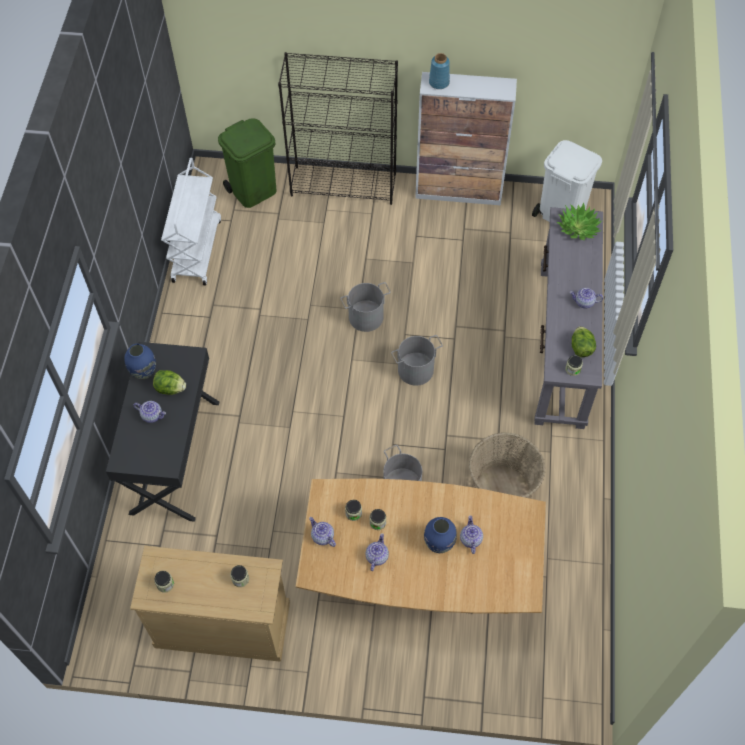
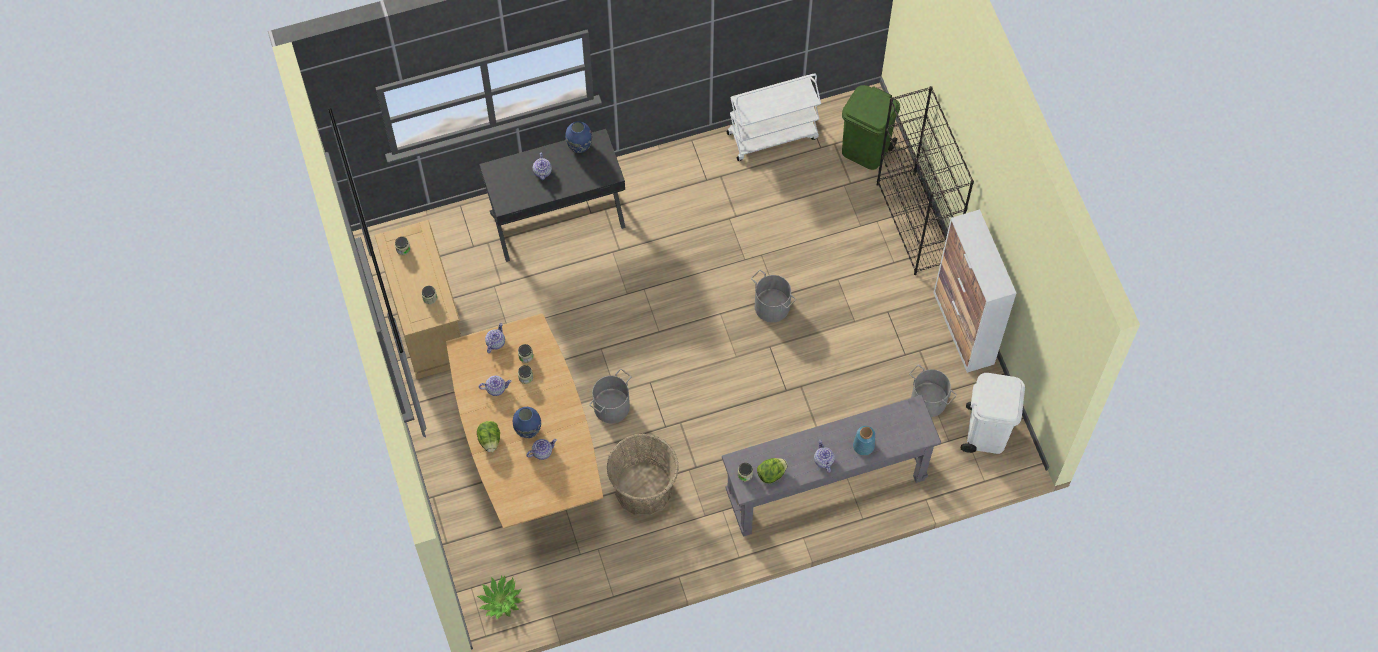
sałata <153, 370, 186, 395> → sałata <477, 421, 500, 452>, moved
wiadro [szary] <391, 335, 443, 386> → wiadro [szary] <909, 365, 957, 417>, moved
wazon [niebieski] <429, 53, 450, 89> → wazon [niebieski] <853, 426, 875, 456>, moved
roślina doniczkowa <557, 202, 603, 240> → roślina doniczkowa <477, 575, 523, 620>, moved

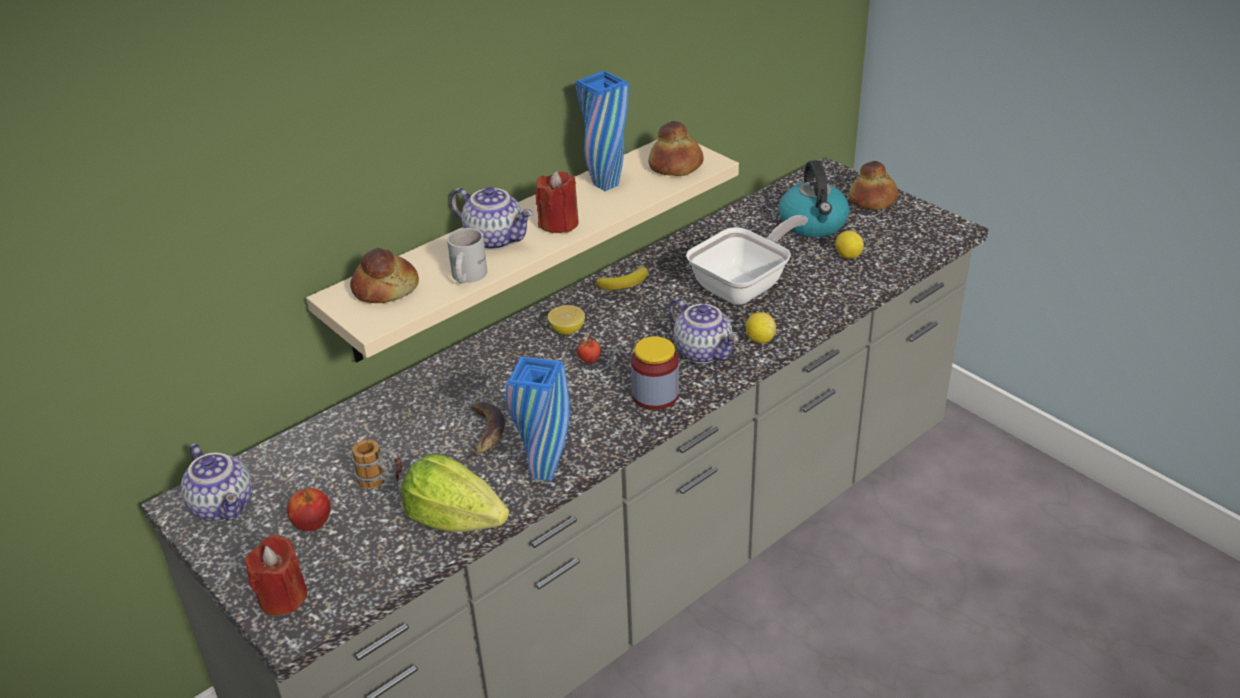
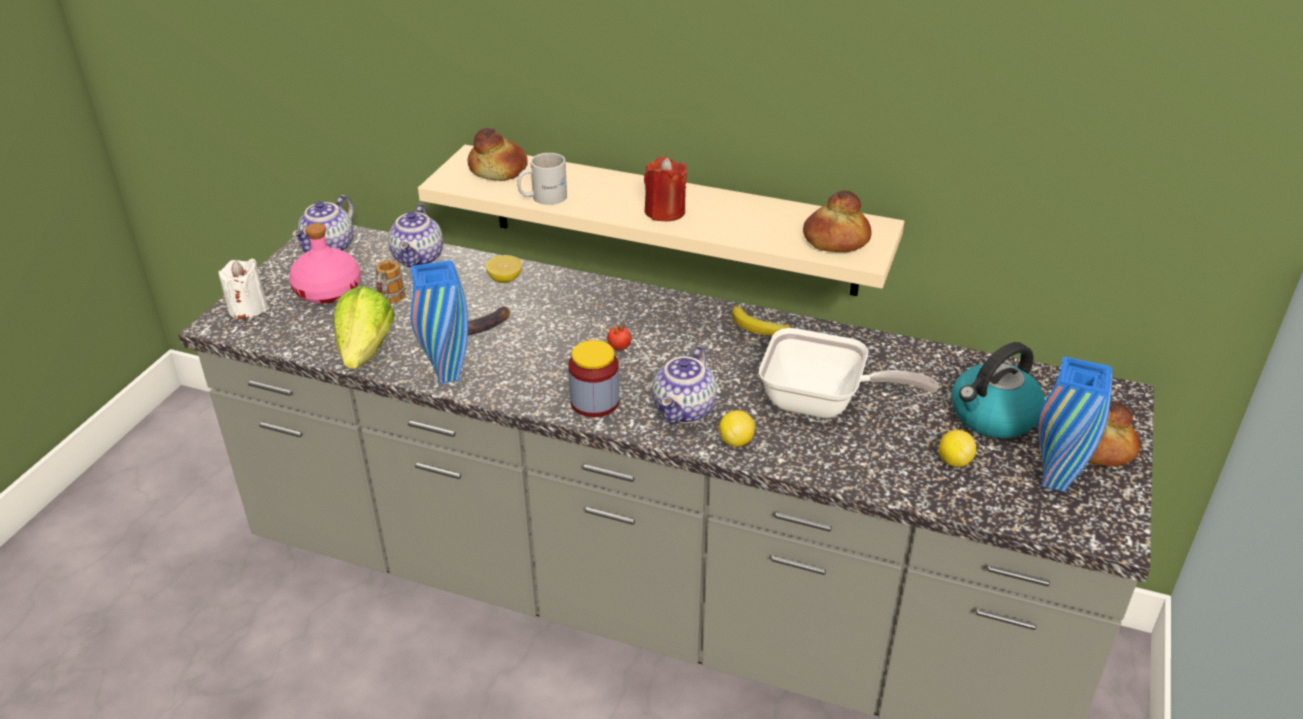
świeca [czerwony] <245, 535, 307, 616> → świeca [biały] <219, 259, 268, 319>
jabłko <287, 488, 331, 531> → butelka [różowy] <289, 223, 361, 304>
imbryk <450, 187, 533, 250> → imbryk <388, 203, 443, 267>, moved
cytryna <548, 305, 585, 335> → cytryna <485, 255, 522, 283>, moved
wazon [niebieski] <574, 71, 629, 191> → wazon [niebieski] <1037, 357, 1112, 492>, moved

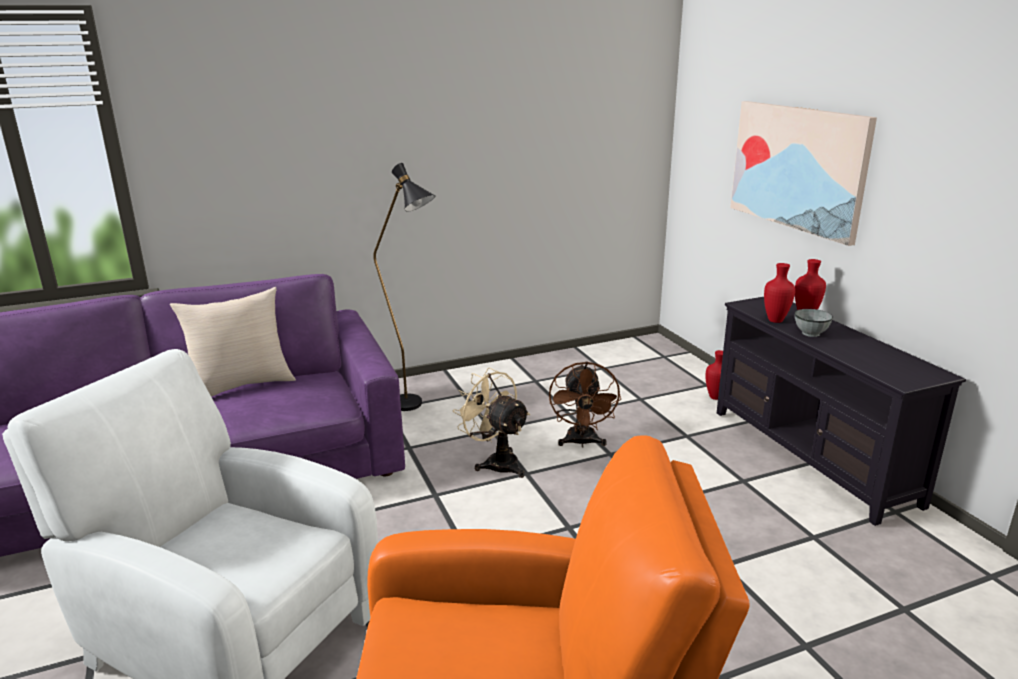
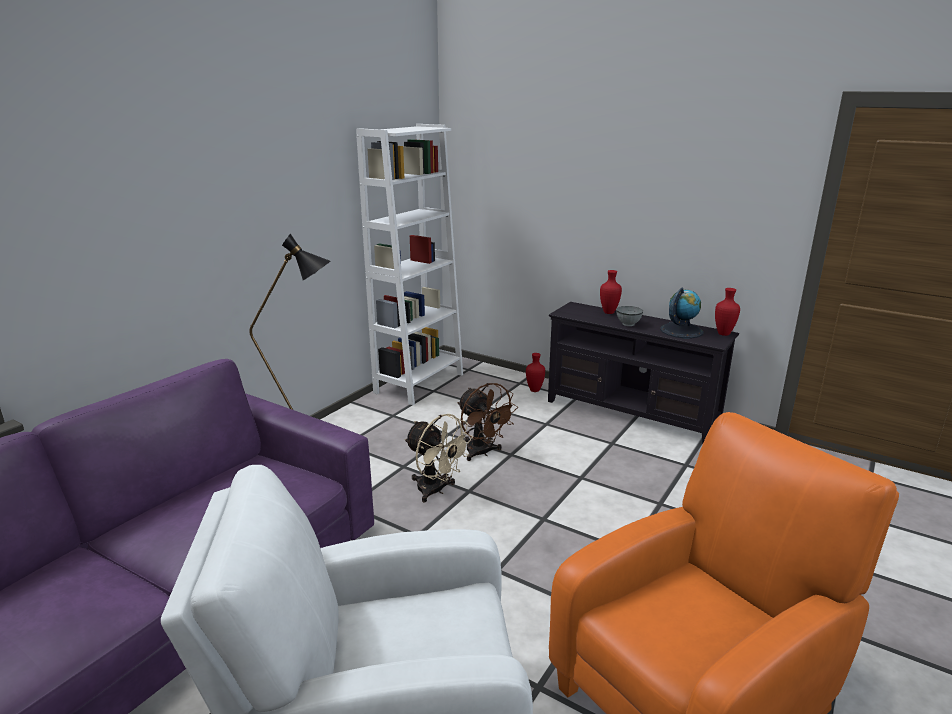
poduszka [beżowy] <170, 287, 296, 397> → -
wentylator [beżowy] <453, 368, 530, 478> → wentylator [beżowy] <404, 414, 473, 503>, 150 degrees counterclockwise
obraz <730, 101, 877, 246> → -
wazon [czerwony] <764, 263, 795, 323> → wazon [czerwony] <715, 288, 740, 336>, moved
- → regał [biały] <356, 124, 463, 405>
- → globus <660, 288, 704, 338>

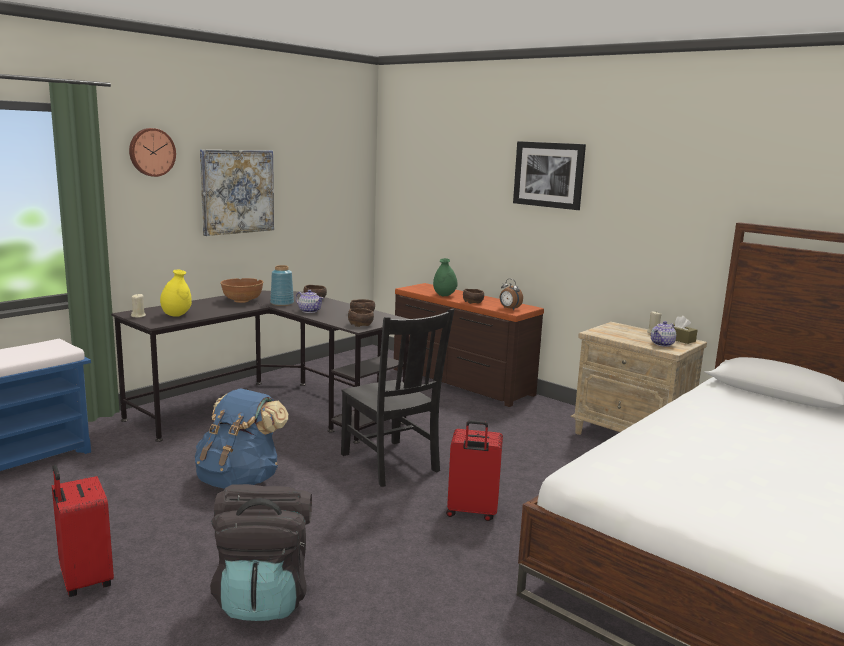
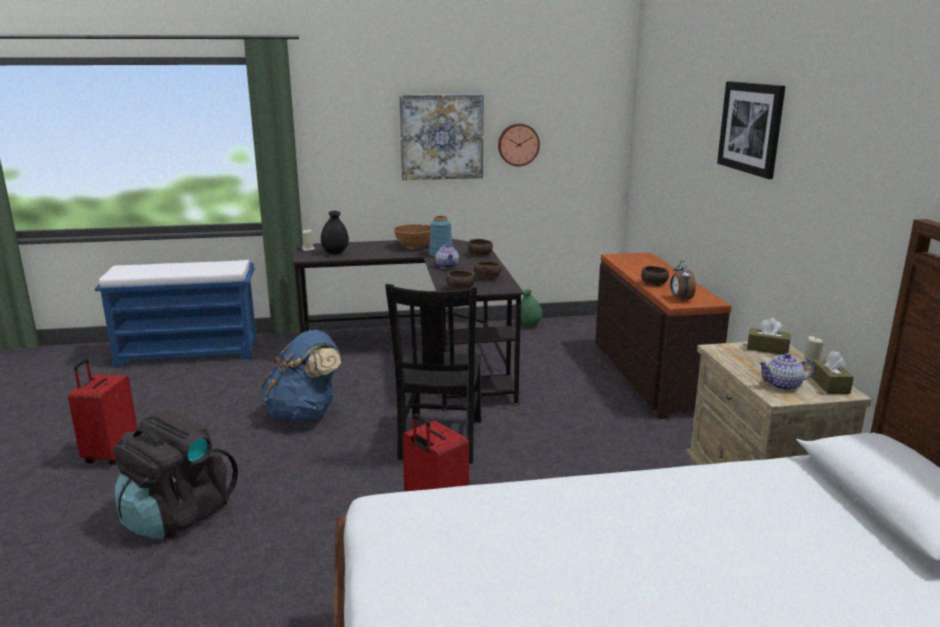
zegar ścienny <129, 128, 176, 177> → zegar ścienny <498, 123, 540, 166>, moved
wazon [żółty] <160, 270, 192, 317> → wazon [czarny] <321, 211, 349, 254>
wazon [zielony] <433, 258, 458, 296> → wazon [zielony] <520, 289, 543, 327>, moved
- → pudełko chusteczek [brązowy] <747, 318, 791, 355>

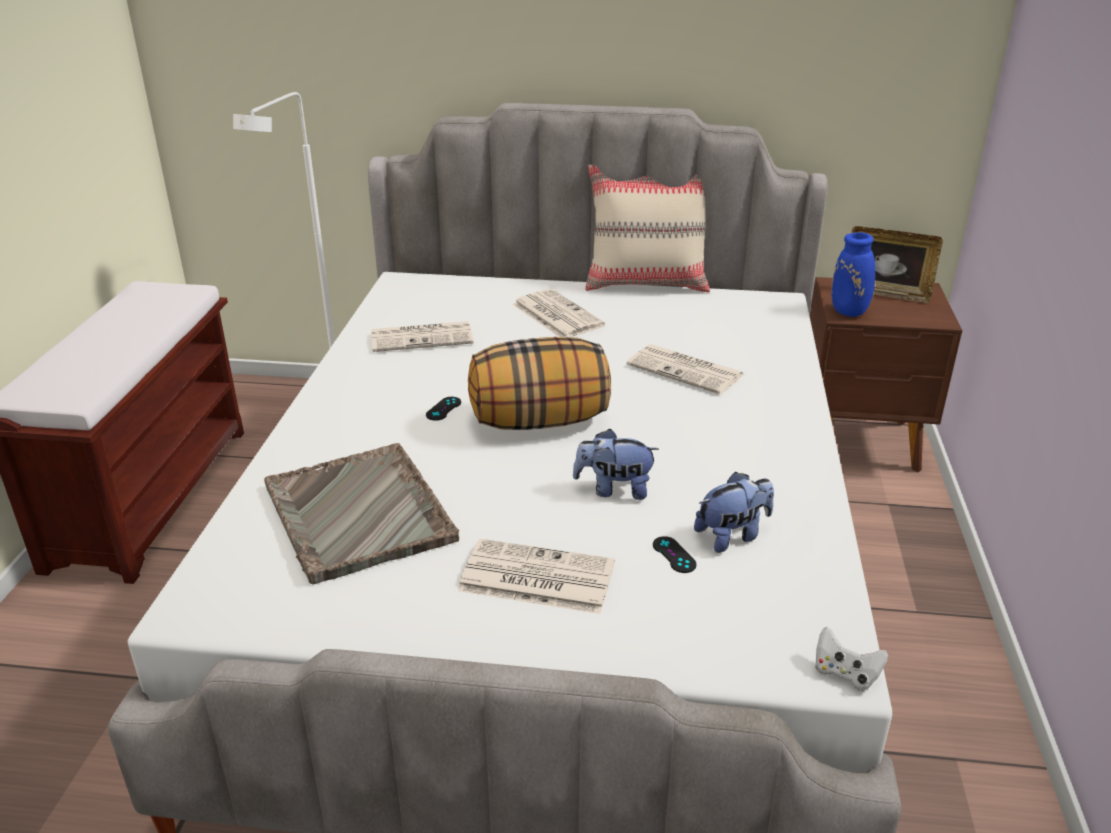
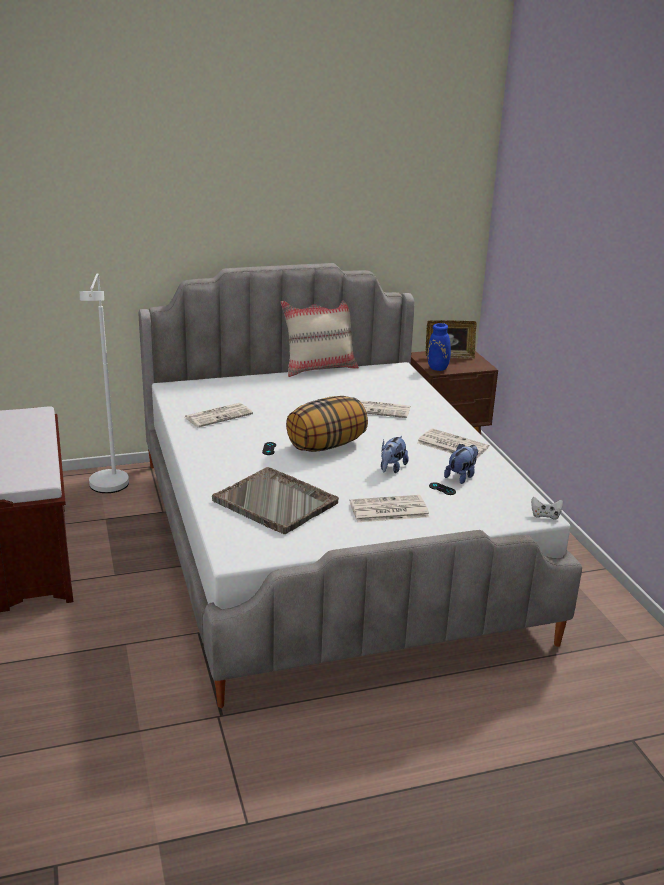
gazeta <512, 289, 605, 337> → gazeta <417, 428, 489, 458>, moved
pluszak <573, 429, 659, 500> → pluszak <381, 436, 409, 473>, 45 degrees counterclockwise

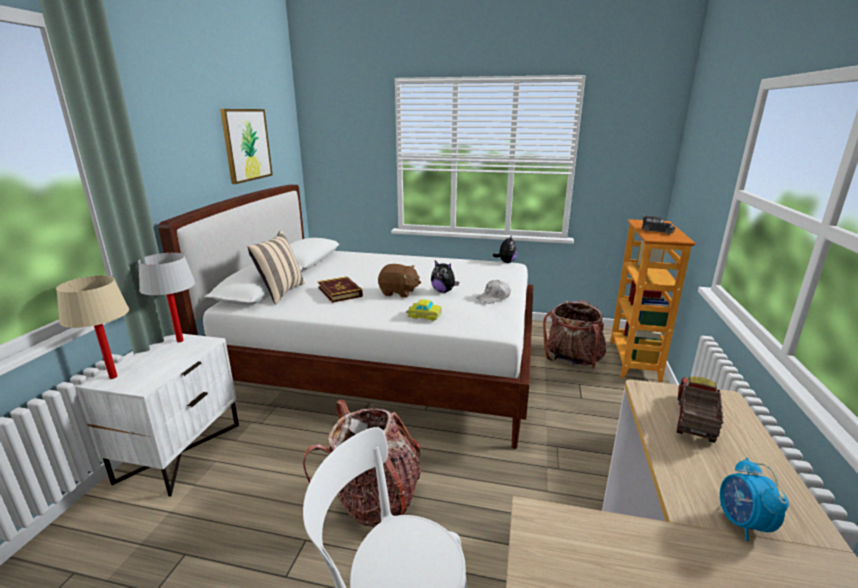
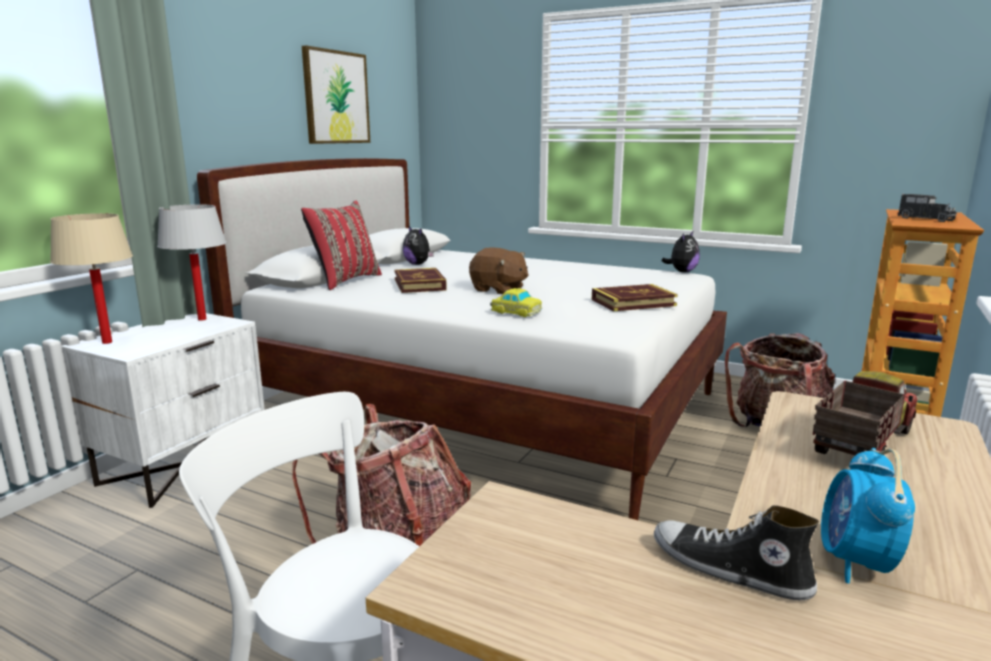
poduszka [beżowy] <248, 231, 305, 305> → poduszka [czerwony] <301, 201, 382, 290>
pluszak <431, 261, 459, 293> → pluszak <403, 225, 434, 265>, moved
czapka z daszkiem [biały] <476, 280, 511, 304> → książka <592, 284, 678, 311>
- → but <654, 505, 819, 600>

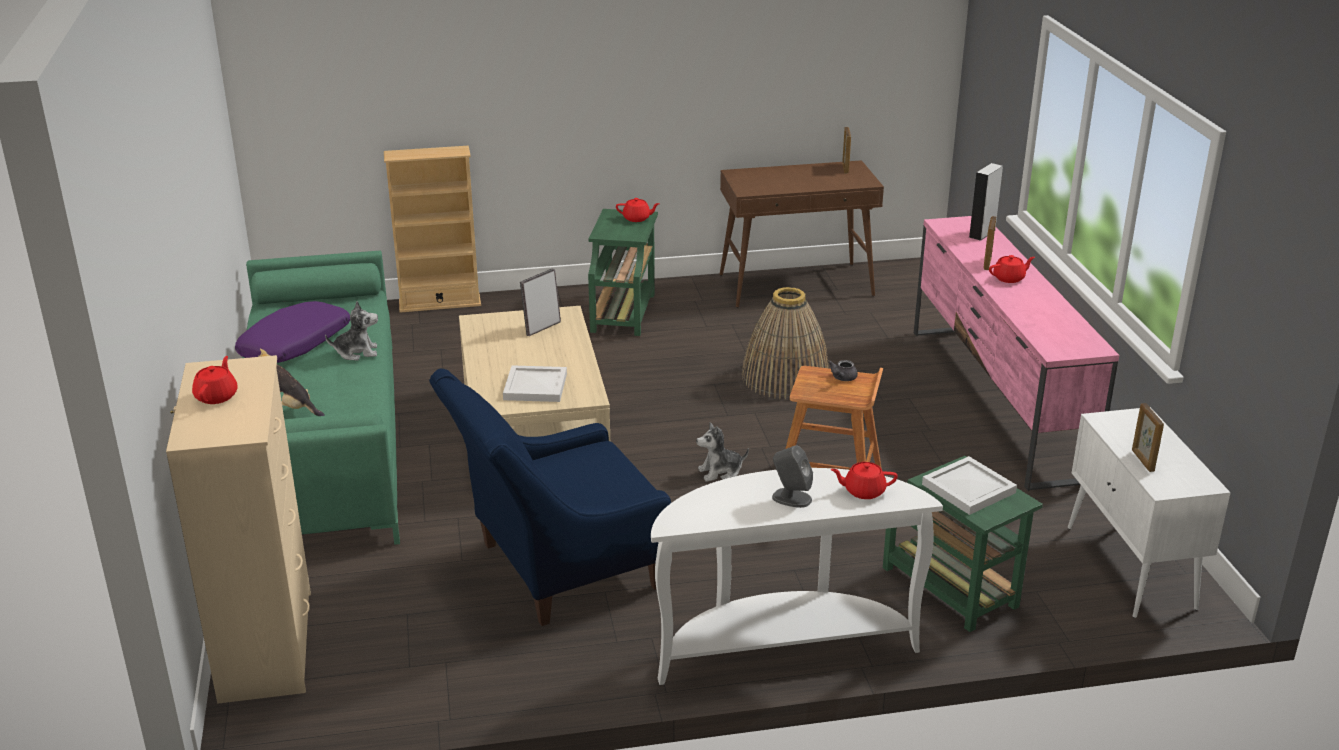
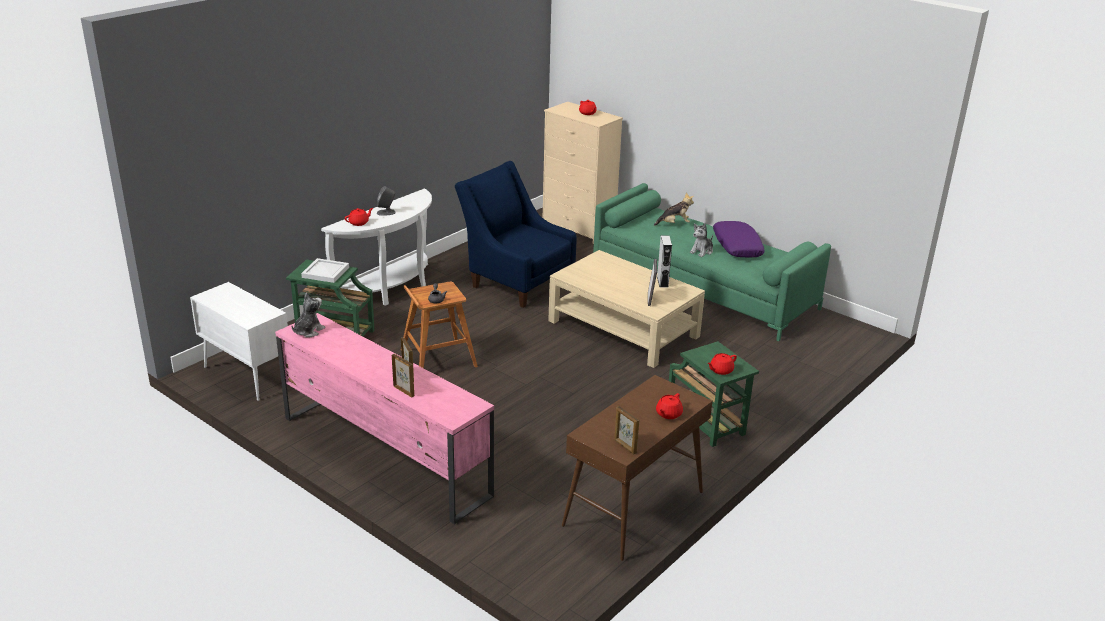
regał [beżowy] <384, 146, 481, 313> → -
fotel [niebieski] <429, 369, 671, 626> → fotel [niebieski] <455, 161, 577, 308>, 75 degrees counterclockwise
taca [biały] <503, 365, 567, 402> → -
pluszak <696, 422, 749, 482> → pluszak <291, 293, 325, 338>, moved
koszyk <742, 287, 829, 399> → -
głośnik [szary] <969, 163, 1003, 241> → głośnik [szary] <657, 235, 672, 288>, moved
imbryk [czerwony] <989, 255, 1035, 283> → imbryk [czerwony] <656, 393, 683, 419>, moved
ramka na zdjęcie <1132, 403, 1164, 472> → ramka na zdjęcie <392, 354, 414, 397>, moved

